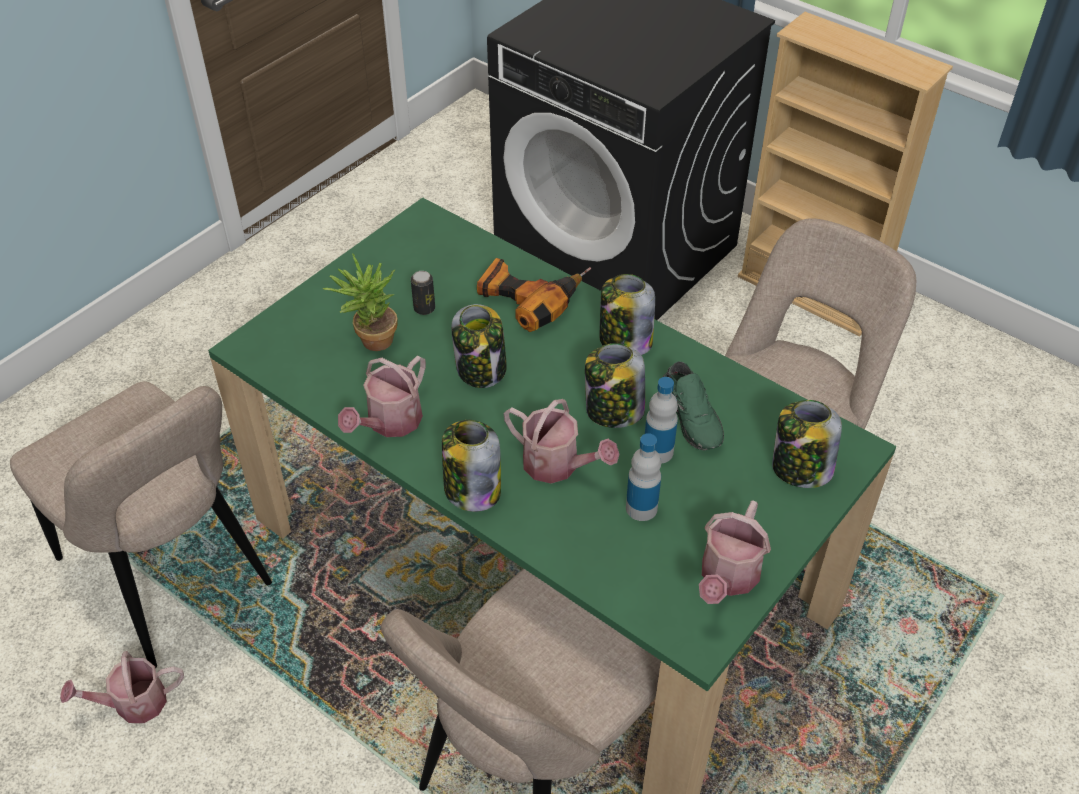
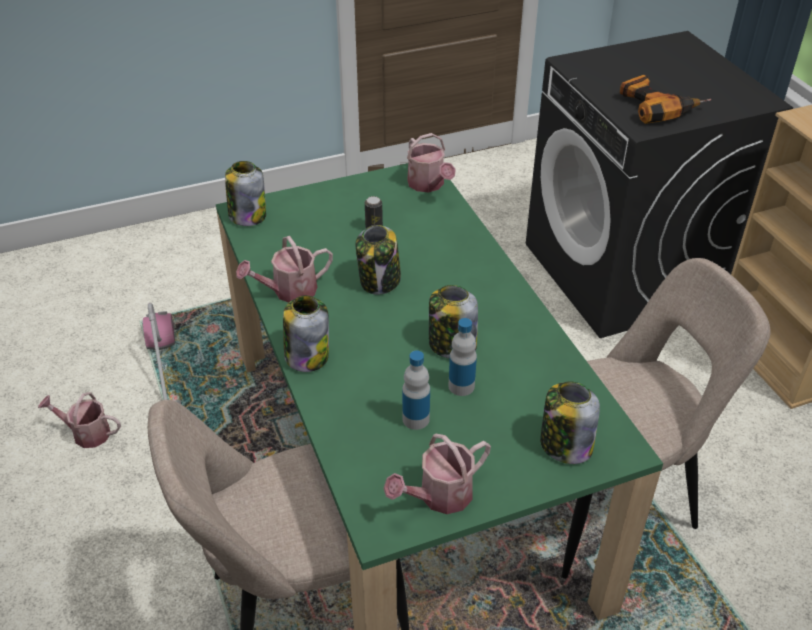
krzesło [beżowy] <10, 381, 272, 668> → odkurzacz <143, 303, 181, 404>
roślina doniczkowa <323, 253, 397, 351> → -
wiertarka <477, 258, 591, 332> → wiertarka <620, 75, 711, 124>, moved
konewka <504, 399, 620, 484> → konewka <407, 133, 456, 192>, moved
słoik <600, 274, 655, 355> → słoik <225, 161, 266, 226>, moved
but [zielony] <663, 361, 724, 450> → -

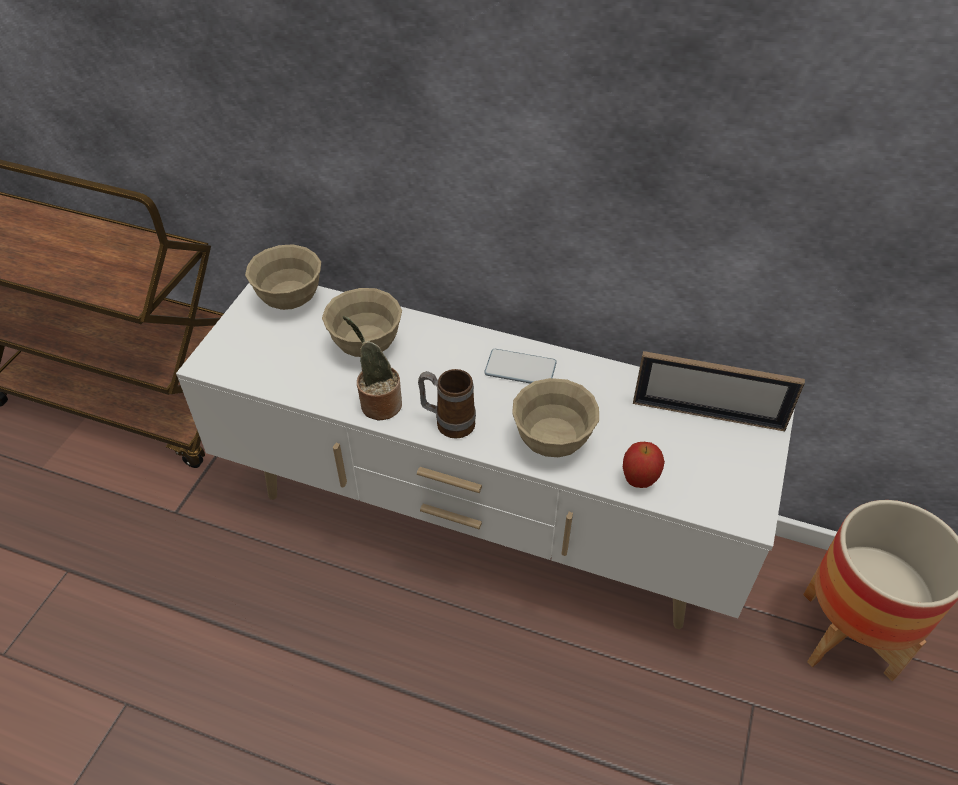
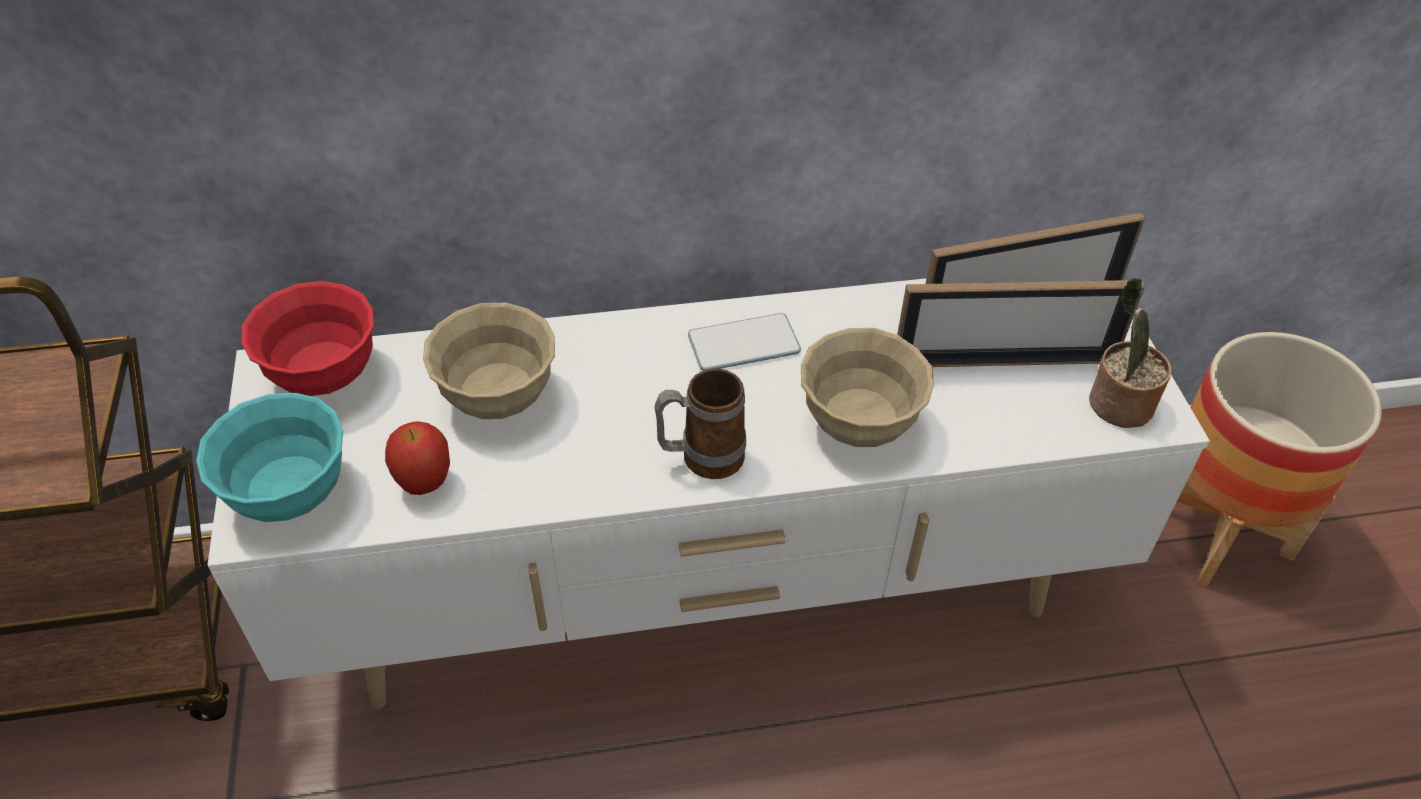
miska [beżowy] <245, 244, 321, 310> → miska [czerwony] <241, 281, 374, 396>
roślina doniczkowa <343, 316, 402, 420> → roślina doniczkowa <1089, 277, 1171, 428>, moved
jabłko <623, 442, 665, 488> → jabłko <385, 421, 450, 495>, moved
- → miska [turkusowy] <196, 392, 343, 522>
- → ramka na zdjęcie <897, 280, 1145, 367>

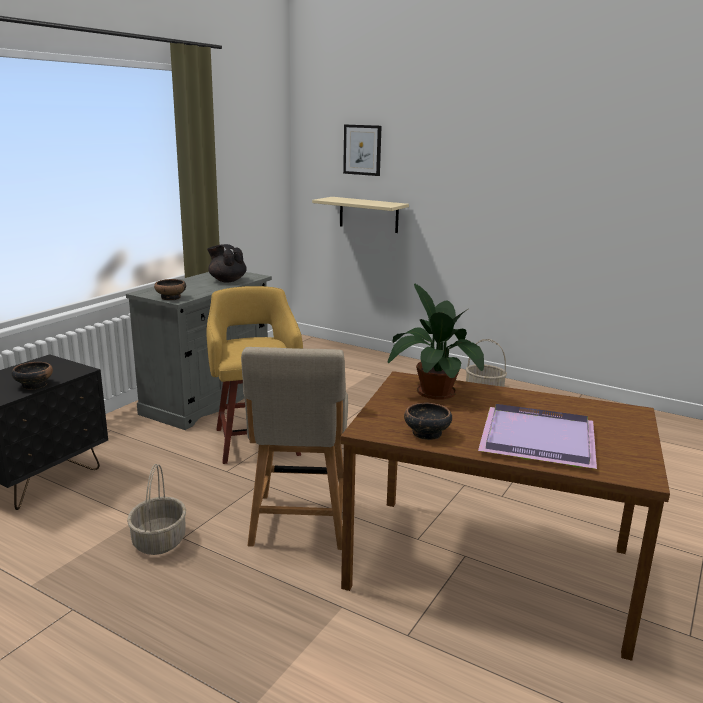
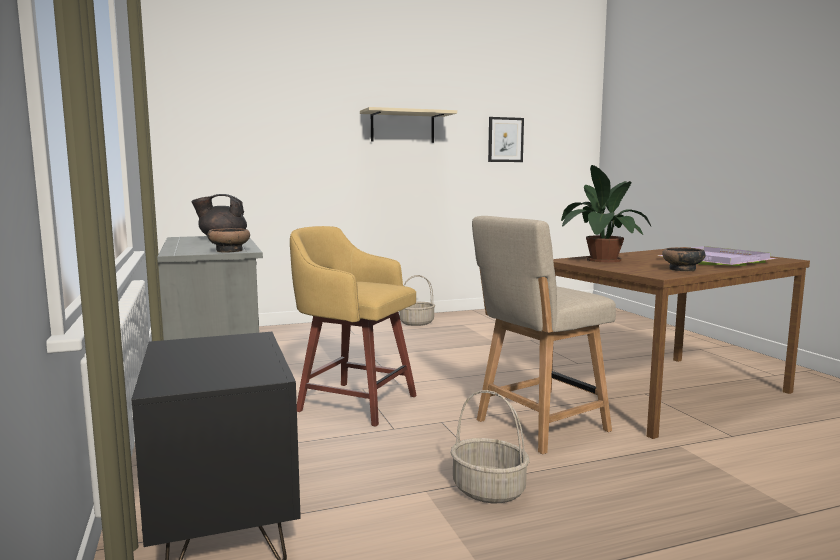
miska <12, 362, 53, 390> → -
krzesło [beżowy] <241, 347, 348, 550> → krzesło [beżowy] <472, 216, 616, 454>, 105 degrees clockwise
półka [beżowy] <312, 197, 409, 233> → półka [beżowy] <360, 107, 457, 143>, moved
obraz <343, 124, 382, 176> → obraz <488, 117, 524, 162>, moved

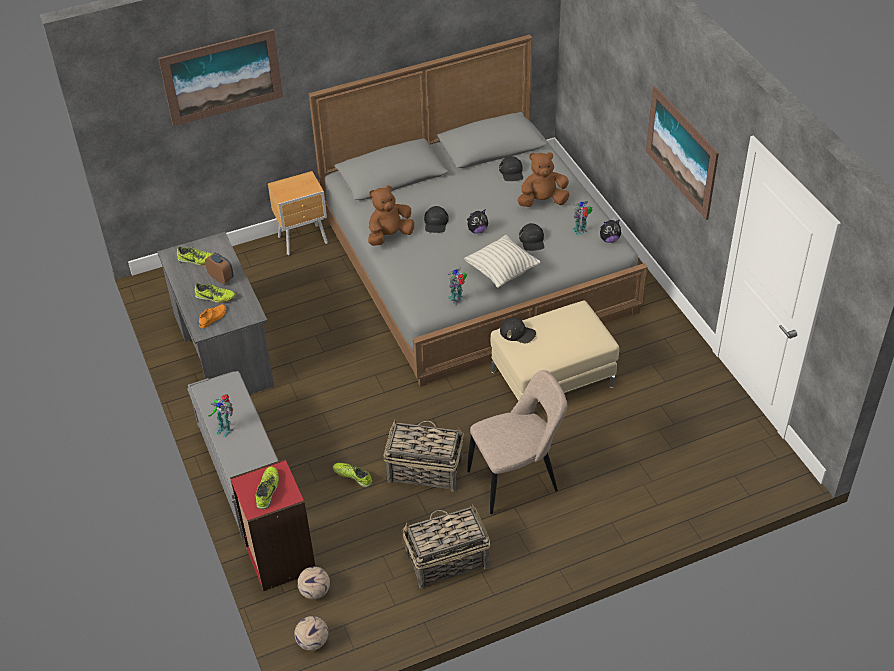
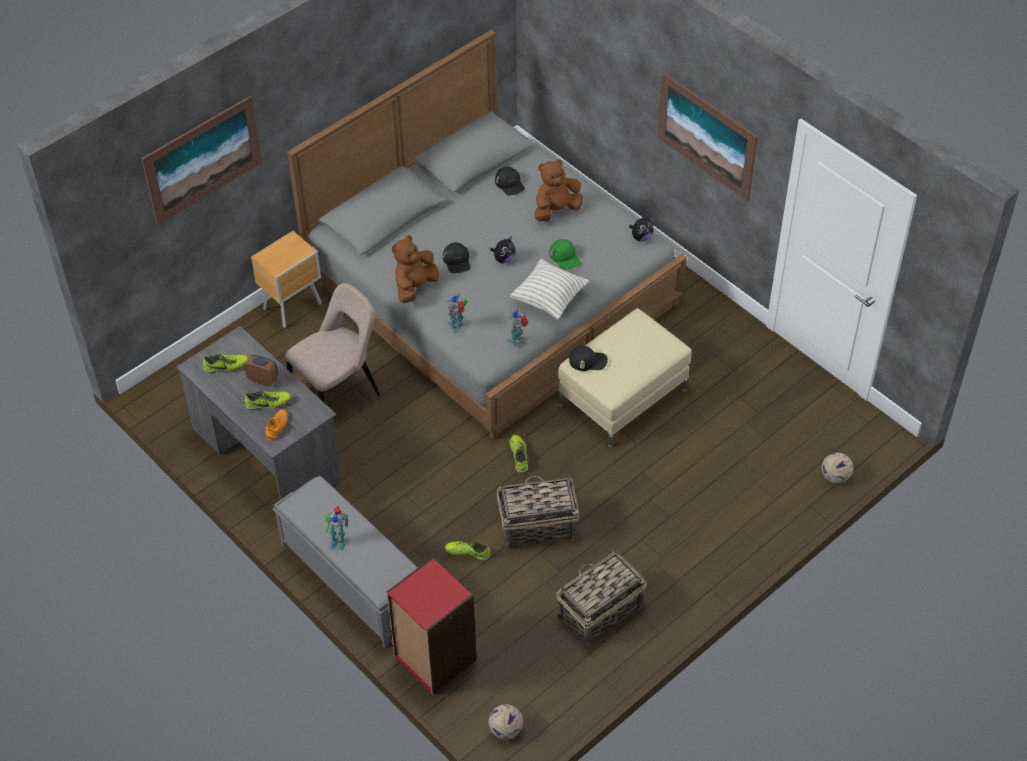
but <256, 466, 279, 509> → but <510, 435, 528, 473>, moved
piłka futbolowa <297, 567, 330, 599> → piłka futbolowa <822, 453, 853, 483>, moved
krzesło [beżowy] <467, 370, 567, 514> → krzesło [beżowy] <285, 283, 380, 403>, moved
czapka z daszkiem [czarny] <519, 223, 544, 251> → czapka z daszkiem [zielony] <549, 239, 581, 270>
robot zabawkowy <573, 201, 593, 236> → robot zabawkowy <446, 293, 467, 331>, moved

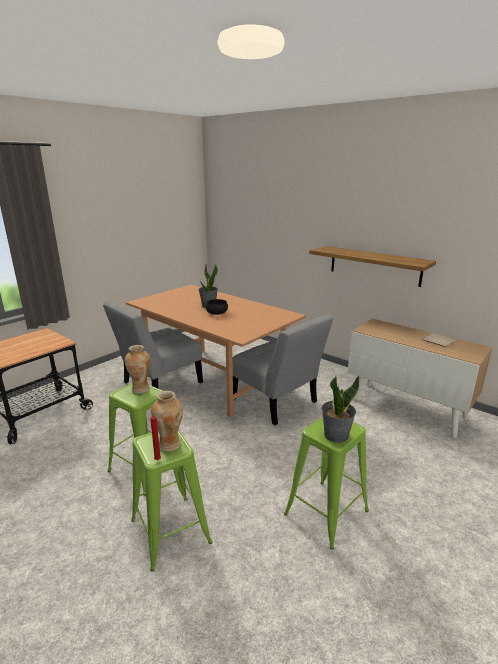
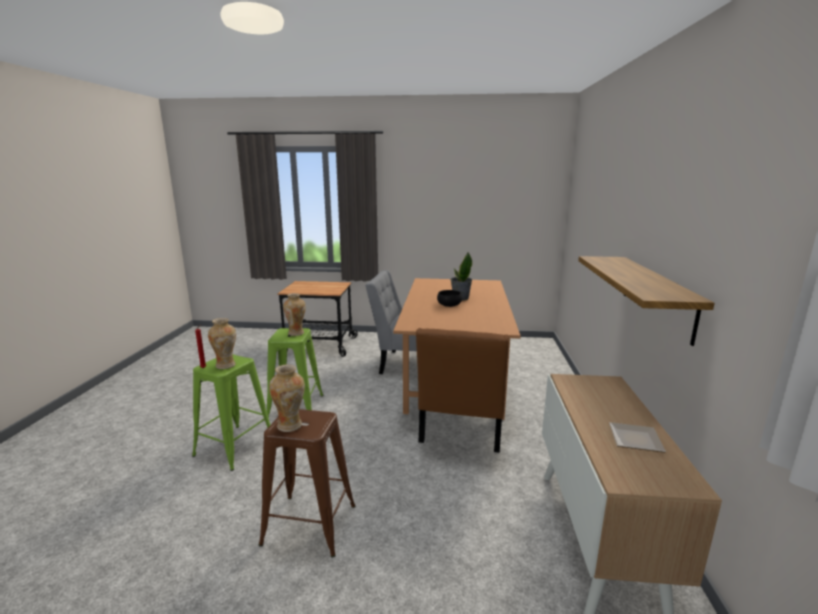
krzesło [szary] <232, 314, 333, 425> → krzesło [brązowy] <416, 328, 509, 453>
stołek [zielony] <284, 417, 369, 549> → stołek [brązowy] <259, 409, 355, 557>
roślina doniczkowa <322, 376, 359, 443> → wazon <269, 364, 305, 432>

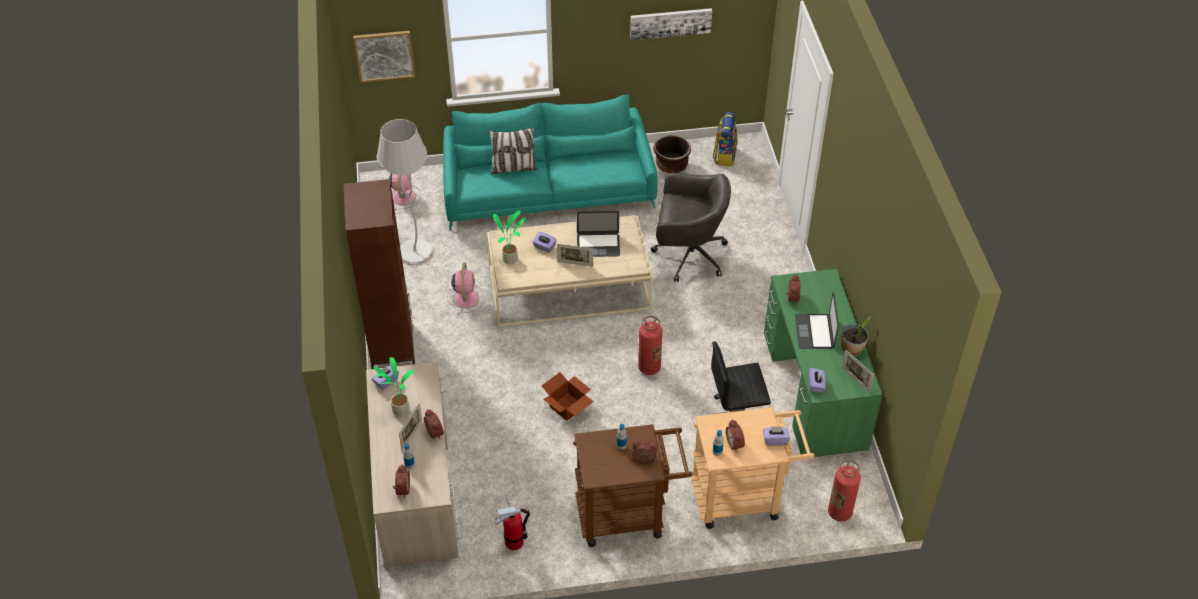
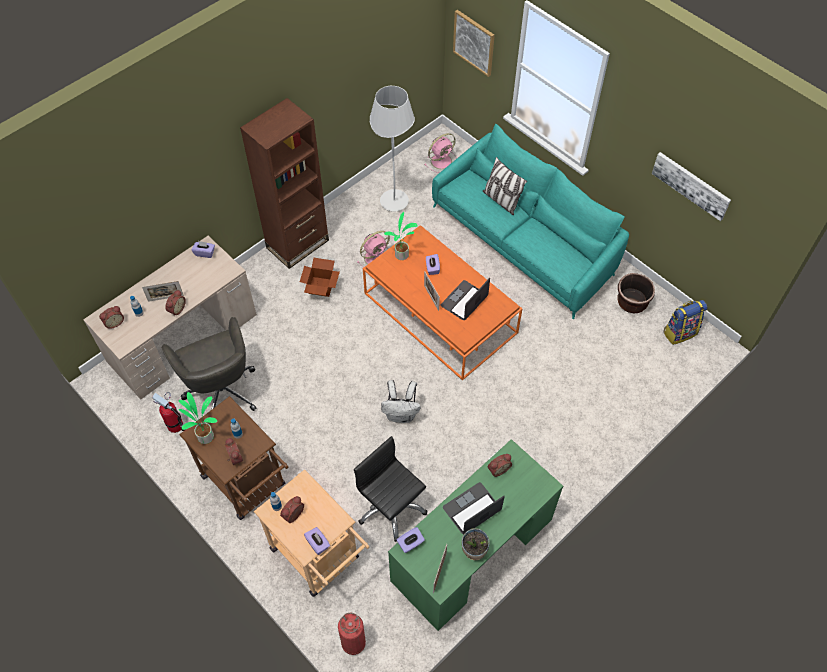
roślina doniczkowa <373, 357, 414, 416> → roślina doniczkowa <178, 392, 217, 444>, moved
ława [beżowy] <487, 215, 653, 327> → ława [pomarańczowy] <363, 225, 522, 381>
karton <542, 372, 594, 421> → karton <300, 258, 340, 297>, moved
laptop <577, 211, 620, 257> → laptop <441, 278, 490, 320>, 75 degrees clockwise
gaśnica <638, 316, 662, 375> → plecak [biały] <381, 380, 421, 423>
krzesło biurowe [szary] <651, 173, 731, 282> → krzesło biurowe [szary] <161, 317, 257, 411>, moved

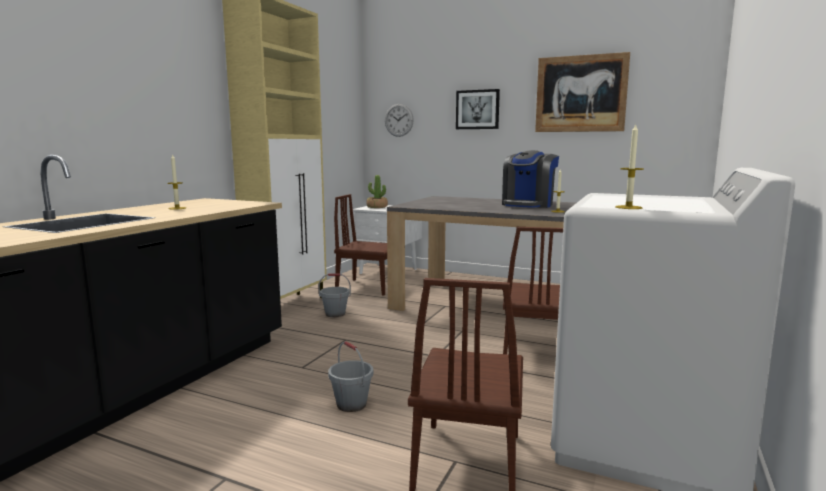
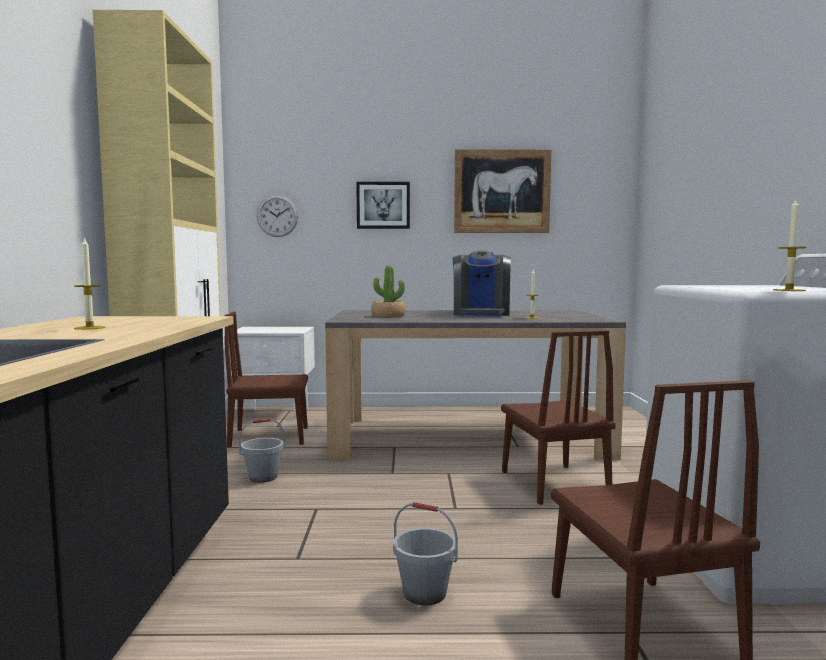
roślina doniczkowa <366, 175, 388, 208> → roślina doniczkowa <371, 265, 405, 318>, moved

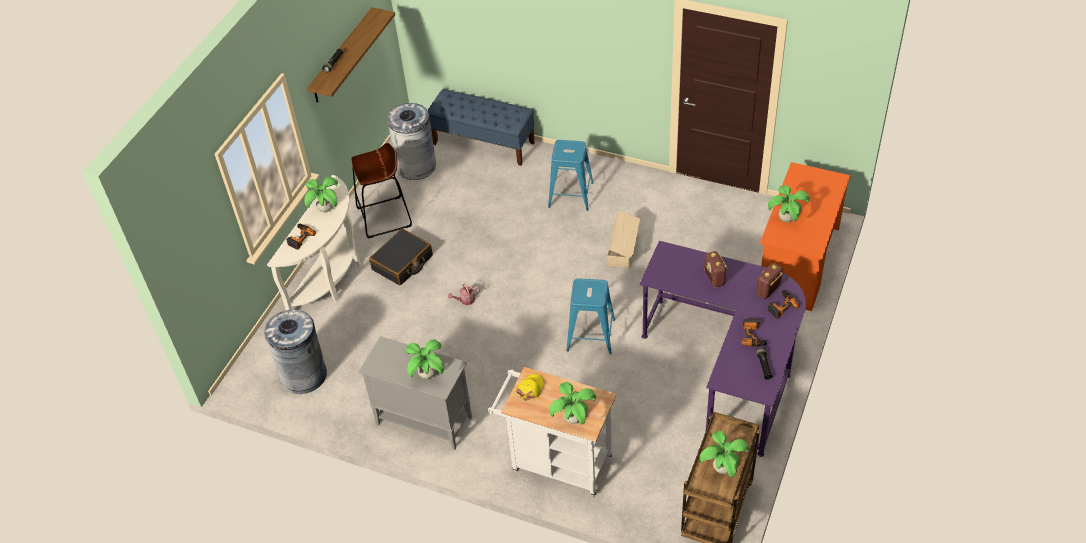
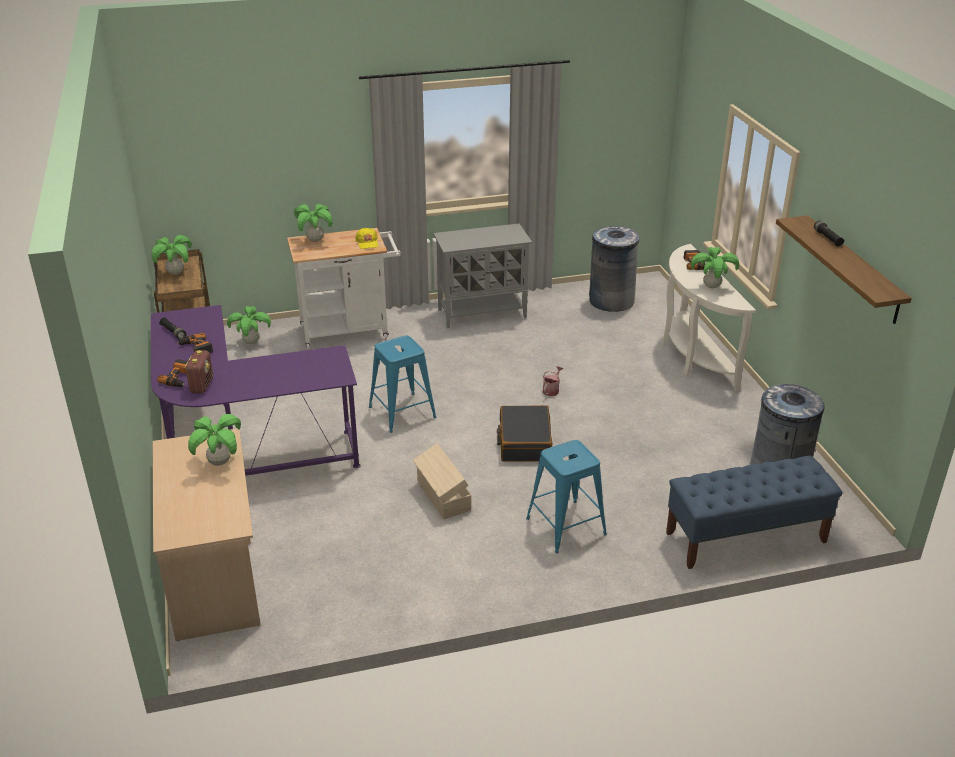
stołek [brązowy] <351, 143, 412, 239> → -
walizka [czarny] <369, 228, 433, 286> → walizka [czarny] <497, 405, 552, 462>, moved
roślina doniczkowa <405, 339, 444, 379> → roślina doniczkowa <227, 306, 271, 344>, moved
radio <704, 251, 728, 287> → -
biurko [pomarańczowy] <760, 162, 851, 311> → biurko [beżowy] <152, 429, 261, 641>

